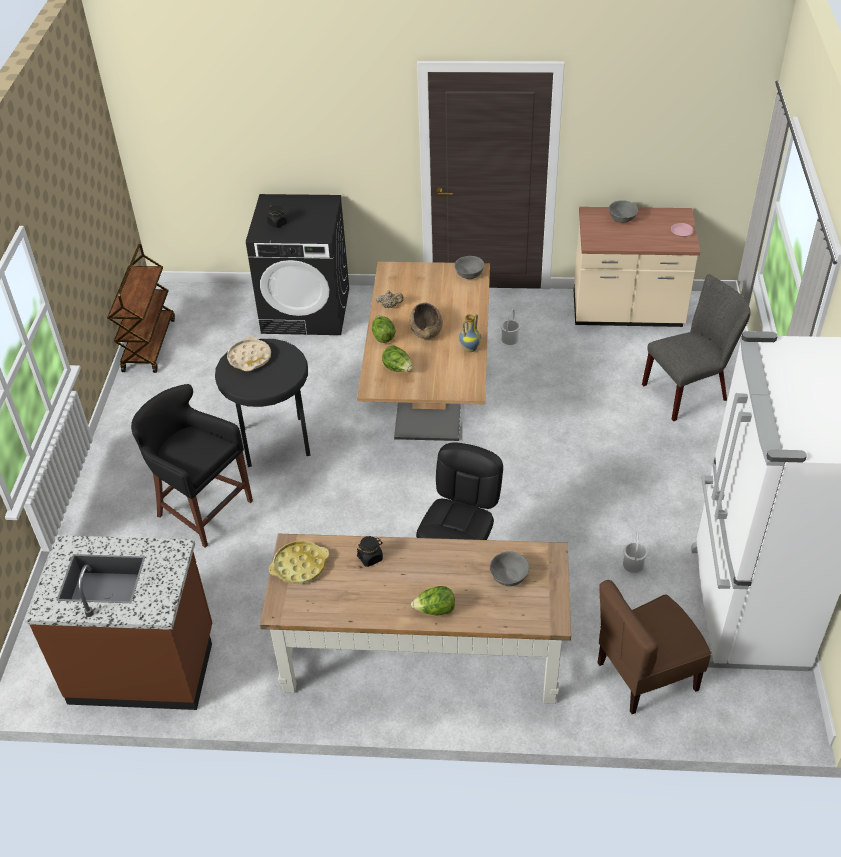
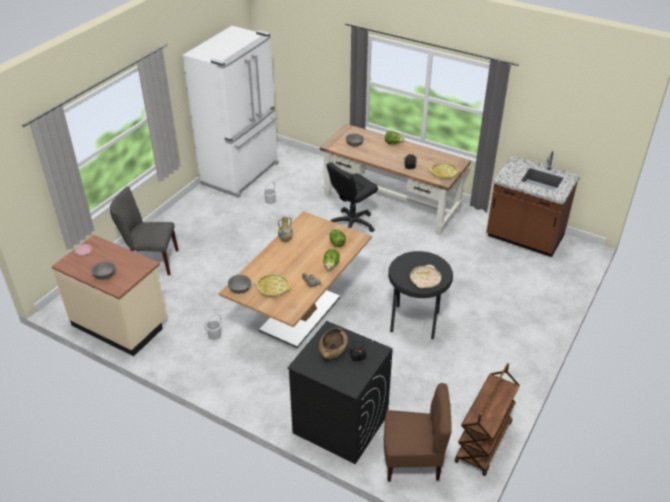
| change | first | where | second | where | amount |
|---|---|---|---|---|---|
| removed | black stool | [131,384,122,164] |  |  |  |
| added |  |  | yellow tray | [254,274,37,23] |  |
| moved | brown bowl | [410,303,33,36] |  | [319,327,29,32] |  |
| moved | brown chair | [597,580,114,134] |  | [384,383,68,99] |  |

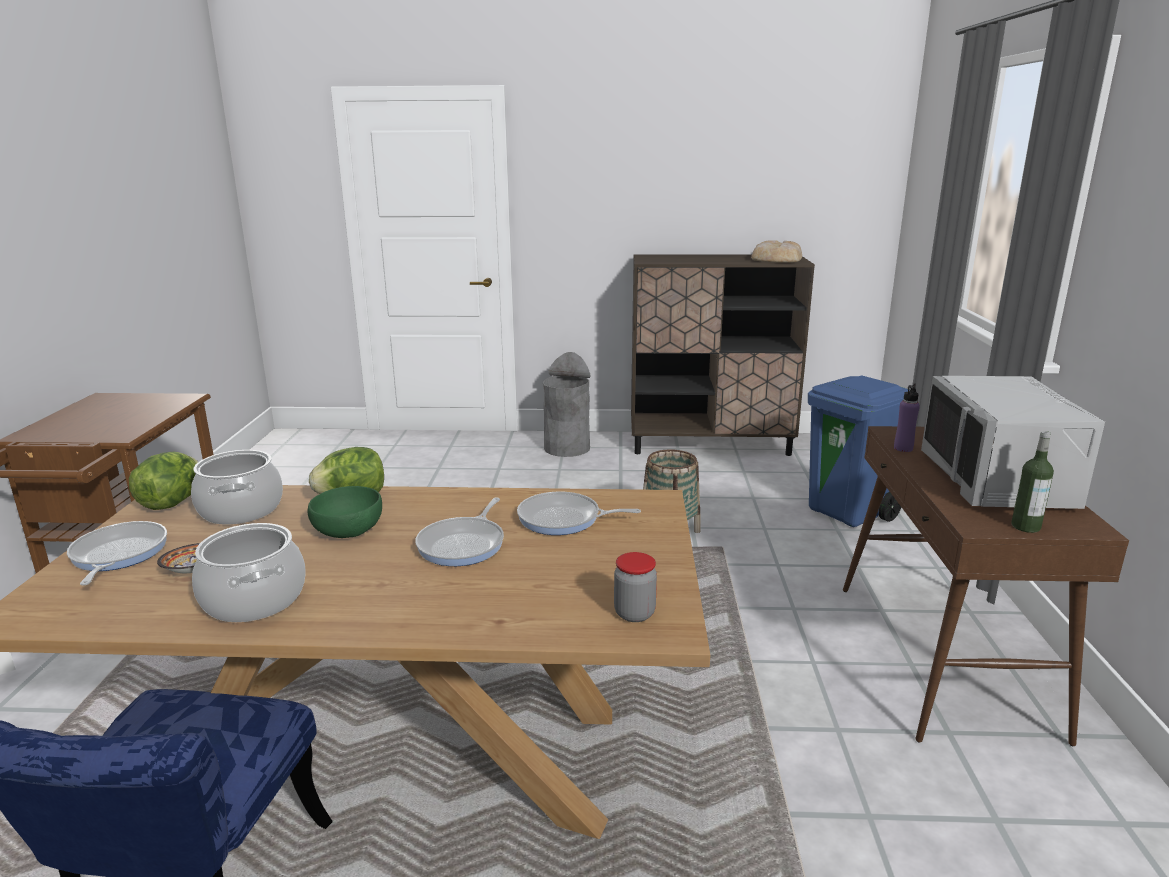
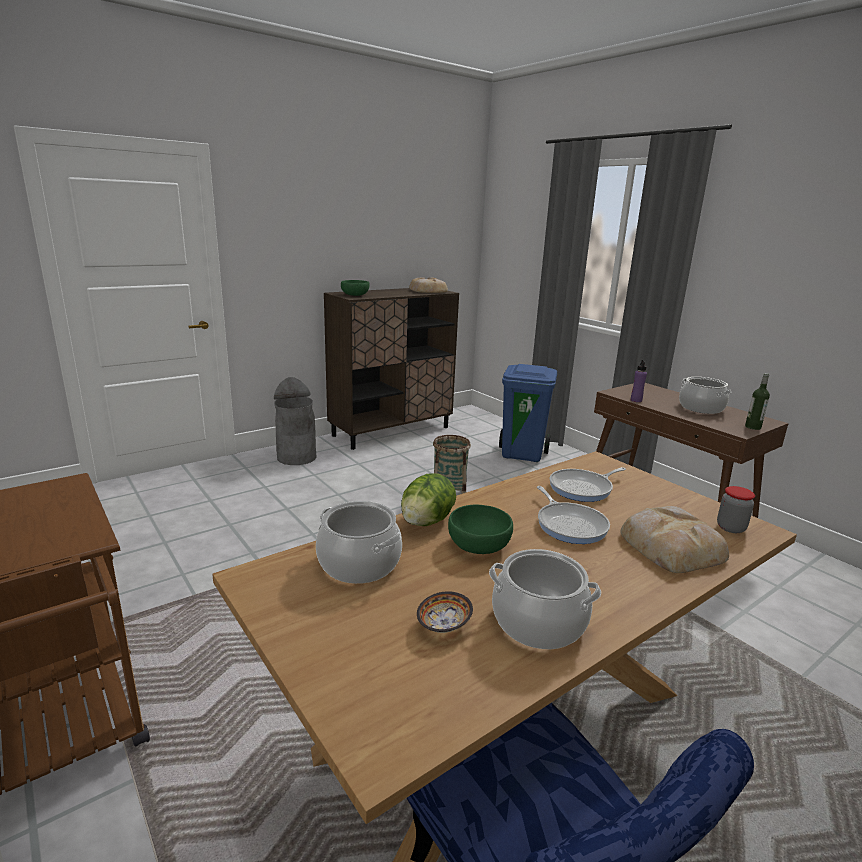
| change | first | where | second | where | amount |
|---|---|---|---|---|---|
| removed | frying pan | [67,521,100,64] |  |  |  |
| removed | lettuce | [129,452,69,58] |  |  |  |
| added |  |  | green bowl | [341,280,29,16] |  |
| added |  |  | bread | [620,506,109,67] |  |
| replaced | grey microwave | [921,376,184,133] | cooking pot | [679,377,52,37] |  |

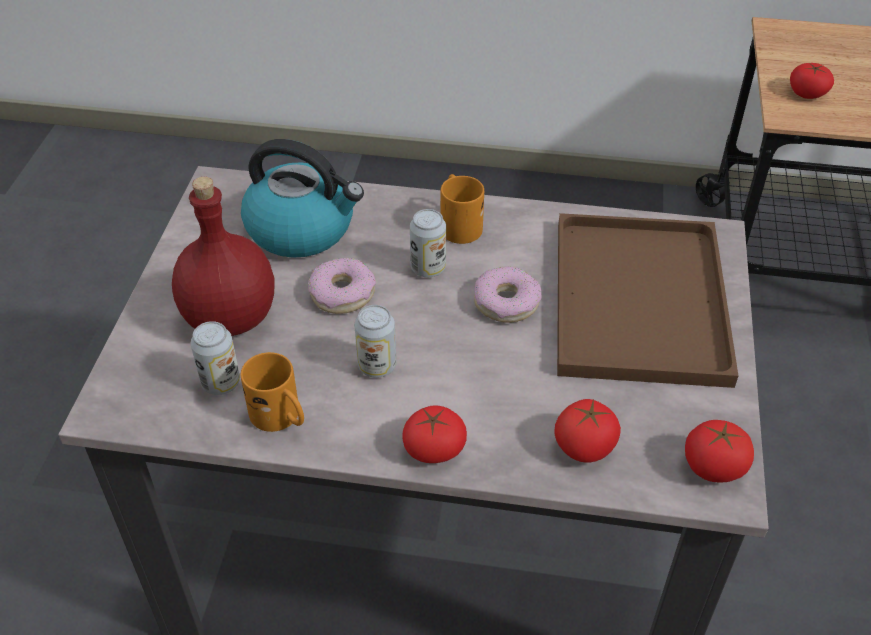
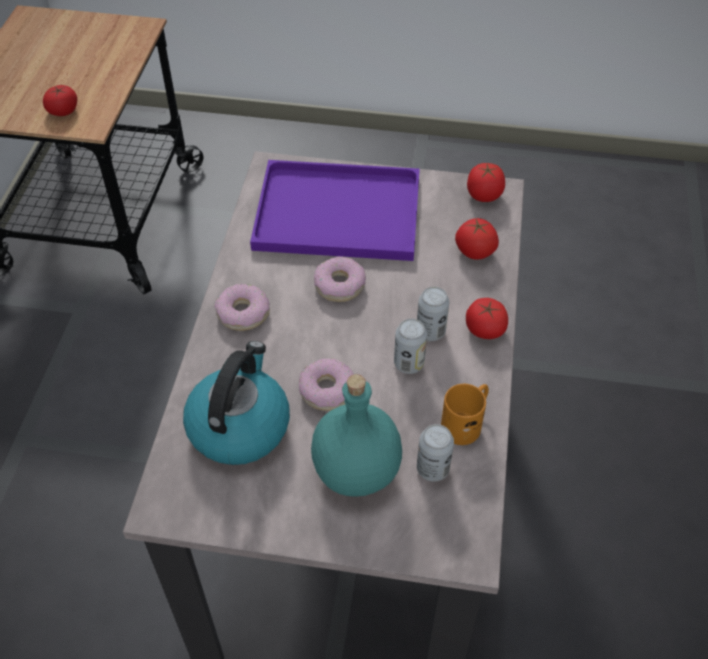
| change | first | where | second | where | amount |
|---|---|---|---|---|---|
| moved | can | [410,209,36,68] |  | [417,287,32,54] |  |
| replaced | orange mug | [440,174,44,70] | donut | [214,284,56,47] |  |
| recoloured | red bottle | [172,177,102,159] | turquoise bottle | [311,374,91,123] |  |
| recoloured | brown tray | [557,213,181,175] | purple tray | [250,160,170,101] |  |

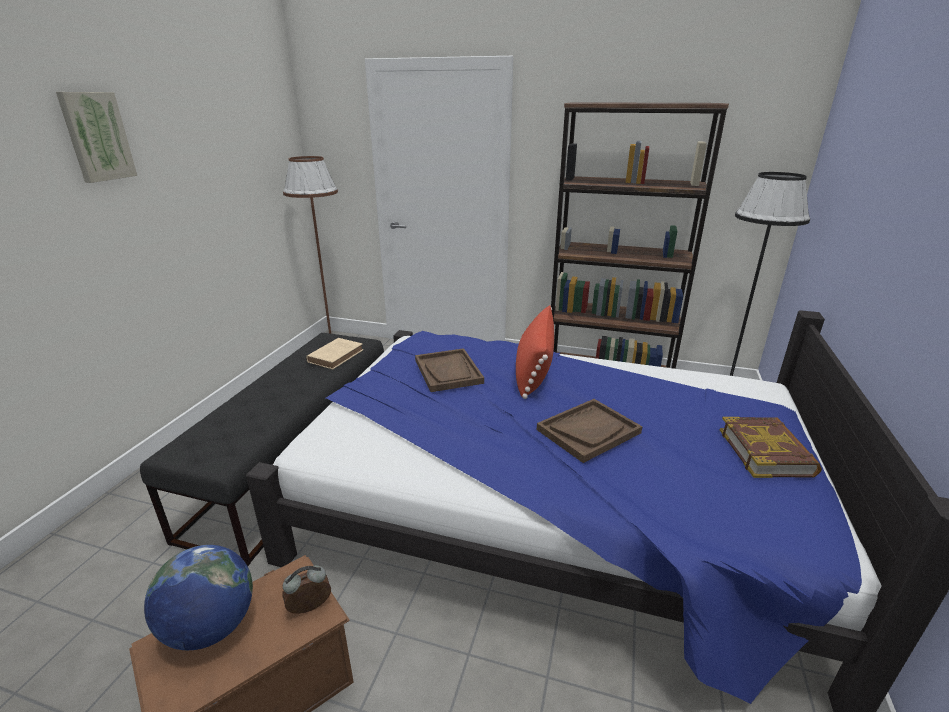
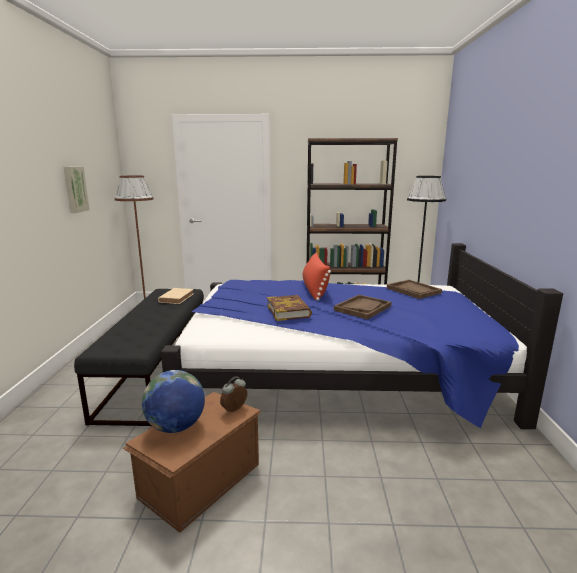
| change | first | where | second | where | amount |
|---|---|---|---|---|---|
| moved | picture | [56,92,81,91] |  | [63,167,27,46] |  |
| moved | brown tray | [415,348,69,44] |  | [387,280,55,19] |  |
| moved | book | [720,417,102,61] |  | [267,295,45,26] |  |

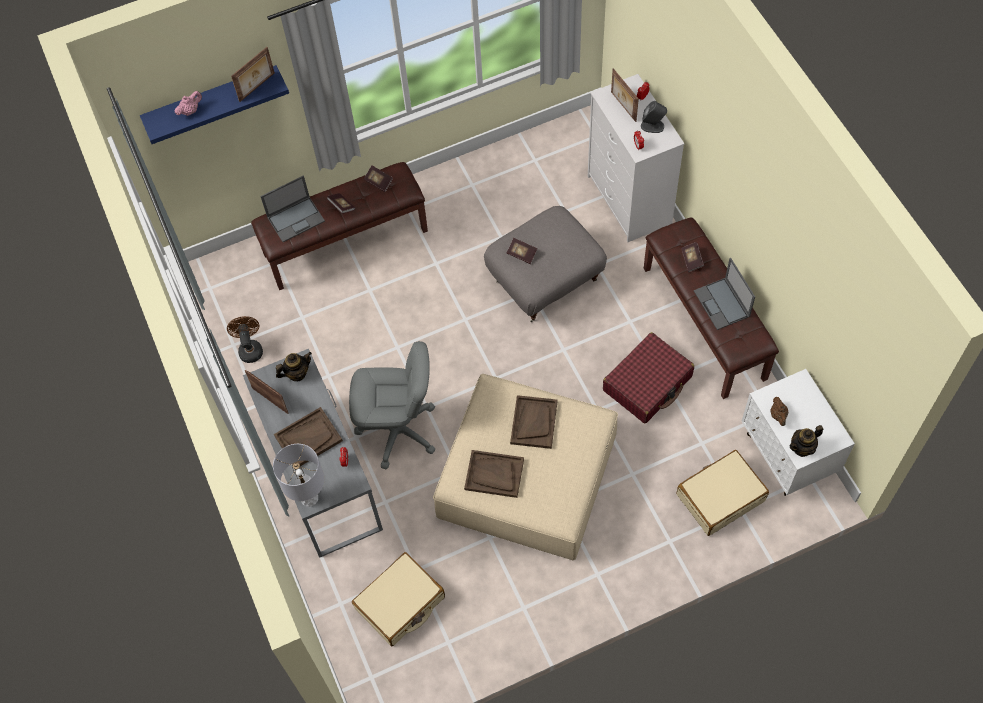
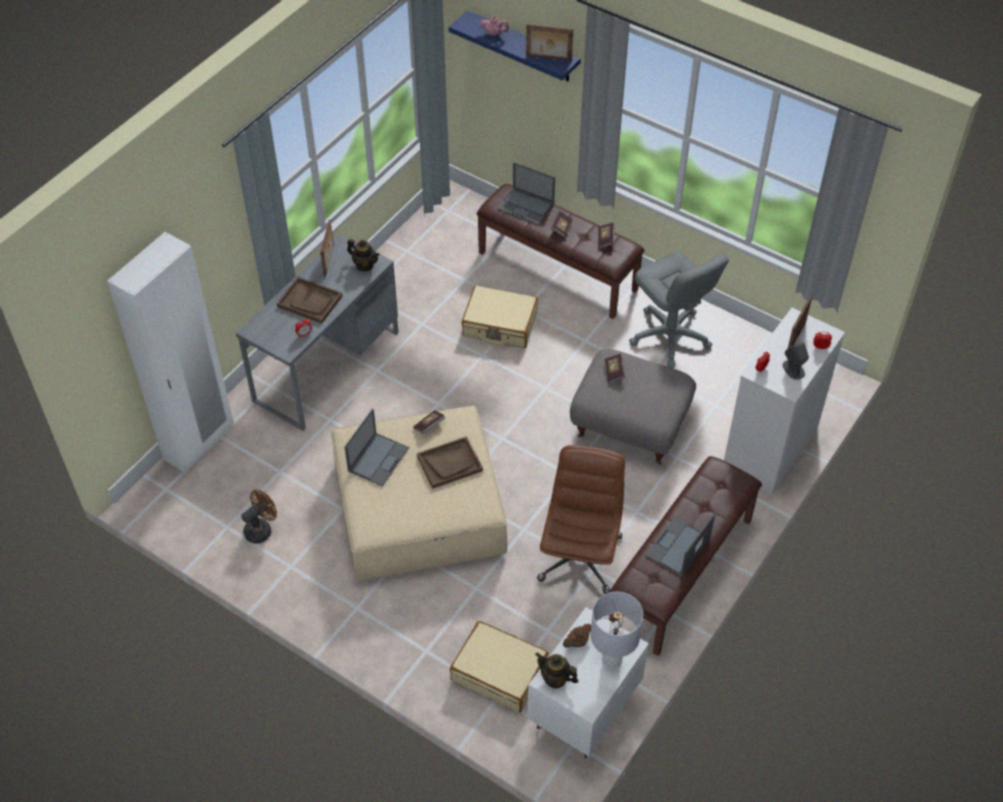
| change | first | where | second | where | amount |
|---|---|---|---|---|---|
| added |  |  | white wardrobe | [107,232,127,241] |  |
| moved | brown fan | [227,316,36,47] |  | [241,490,36,54] |  |
| moved | grey table lamp | [273,444,52,63] |  | [590,592,53,77] |  |
| moved | grey office chair | [349,341,86,128] |  | [629,252,100,116] |  |
| moved | beige suitcase | [352,552,93,94] |  | [462,285,76,63] |  |
| moved | book | [681,242,23,30] |  | [413,410,33,24] |  |
| replaced | brown tray | [464,450,60,48] | laptop | [345,409,64,77] |  |
| replaced | red suitcase | [603,332,91,91] | brown office chair | [537,445,88,149] |  |

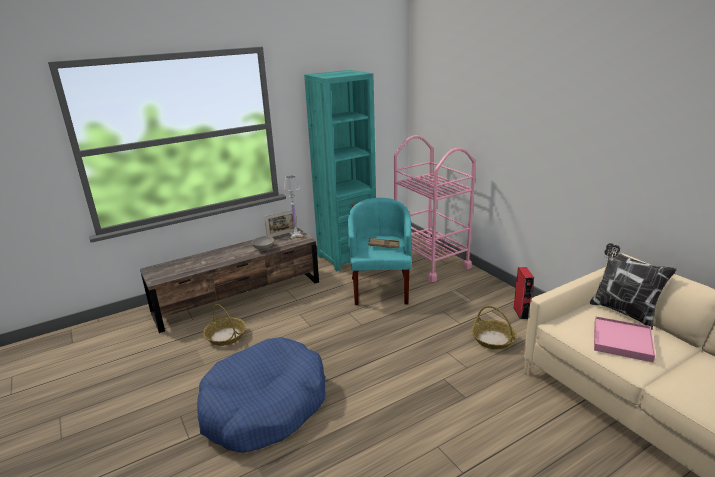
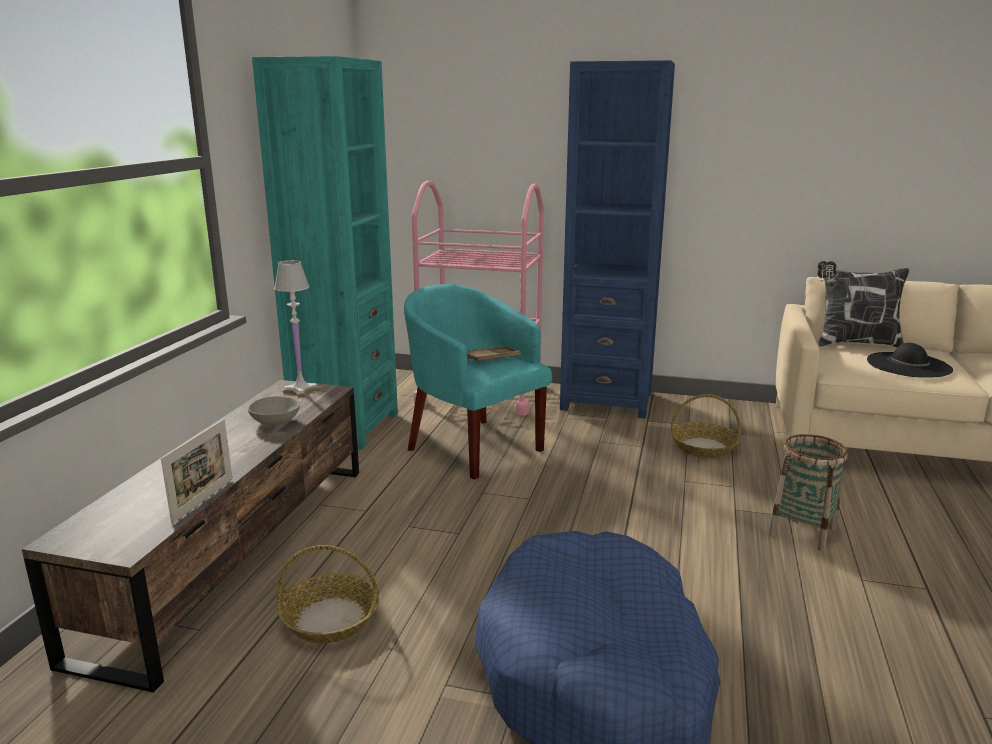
| change | first | where | second | where | amount |
|---|---|---|---|---|---|
| removed | red speaker | [513,267,21,53] |  |  |  |
| added |  |  | blue bookcase | [560,60,115,359] |  |
| added |  |  | basket | [768,434,80,117] |  |
| moved | picture frame | [264,209,34,28] |  | [161,419,71,105] |  |
| replaced | pink tray | [594,316,61,46] | black hat | [867,343,86,35] |  |

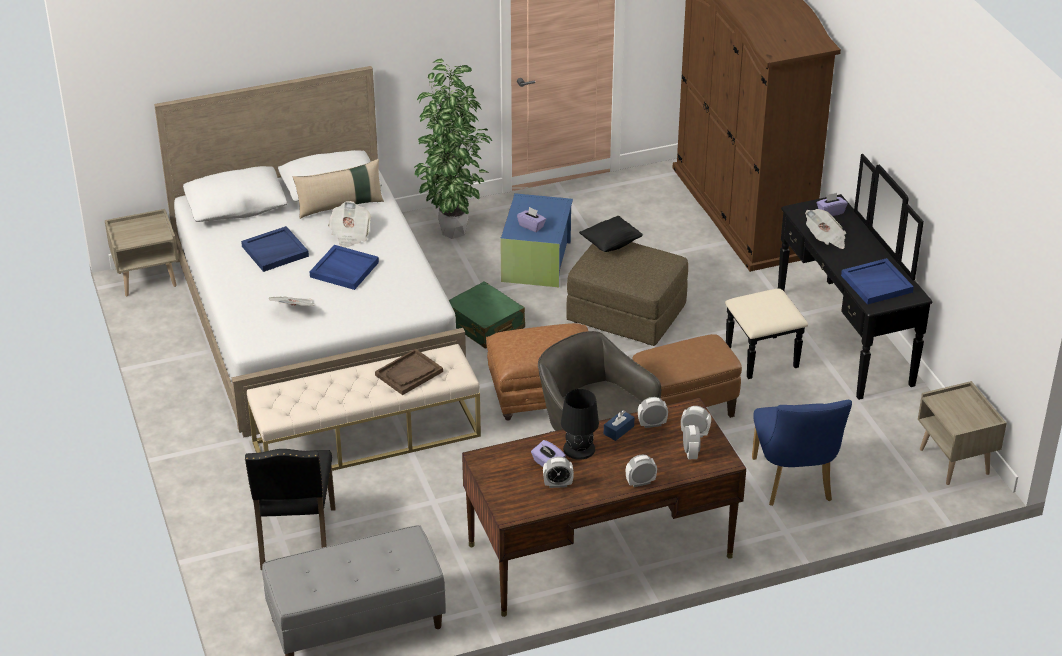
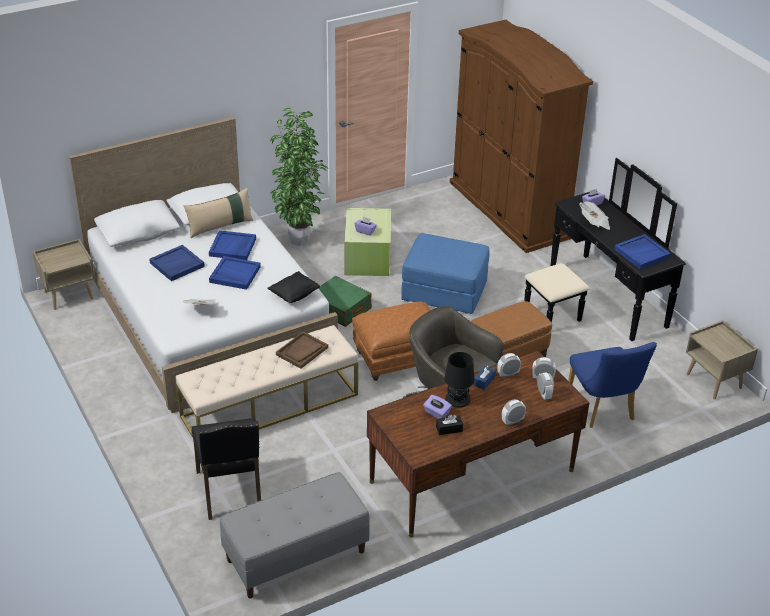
| change | first | where | second | where | amount |
|---|---|---|---|---|---|
| moved | black pillow | [579,216,64,36] |  | [267,271,53,32] |  |
| replaced | newspaper | [328,201,43,47] | blue tray | [209,230,47,30] |  |
| replaced | alarm clock | [543,456,31,32] | black tissue box | [436,415,27,20] |  |
| recoloured | blue storage box | [500,193,73,94] | green storage box | [344,208,47,68] |  |
| recoloured | brown ottoman | [566,242,122,104] | blue ottoman | [401,233,89,81] |  |

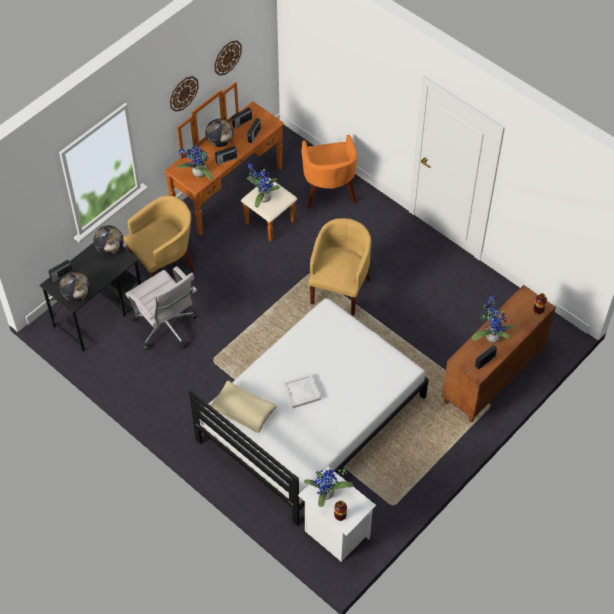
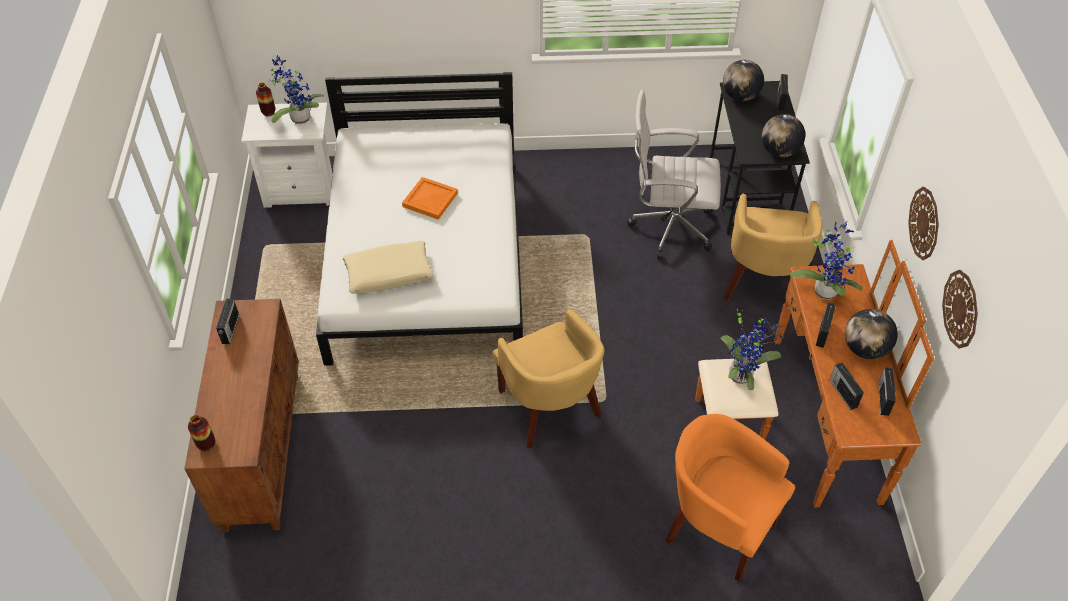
| change | first | where | second | where | amount |
|---|---|---|---|---|---|
| removed | potted plant | [472,294,43,49] |  |  |  |
| moved | beige pillow | [210,380,67,53] |  | [343,241,91,52] |  |
| recoloured | white tray | [283,373,38,35] | orange tray | [402,177,56,43] |  |

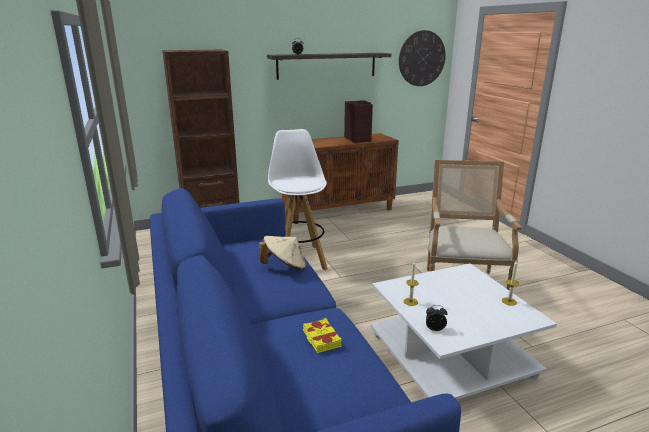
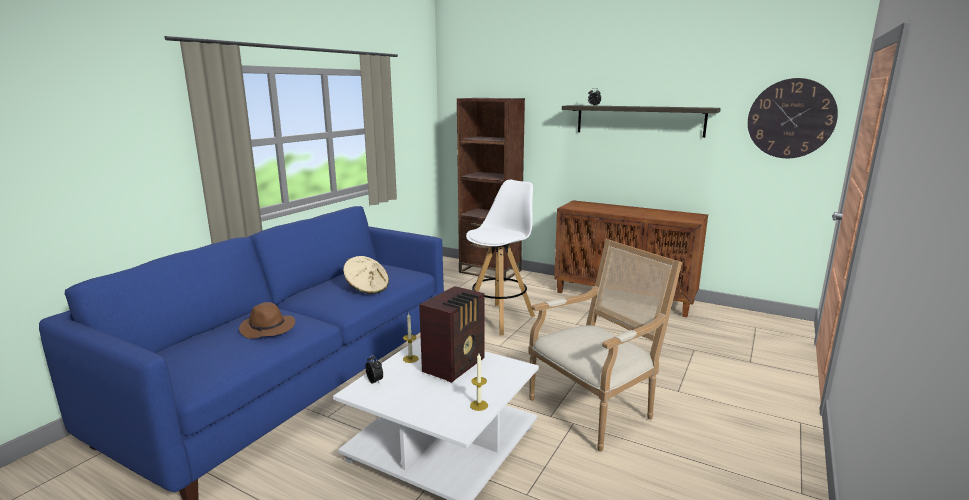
| change | first | where | second | where | amount |
|---|---|---|---|---|---|
| moved | radio | [344,100,29,43] |  | [419,286,66,97] |  |
| replaced | yellow book | [303,318,39,35] | brown hat | [239,302,56,37] |  |

